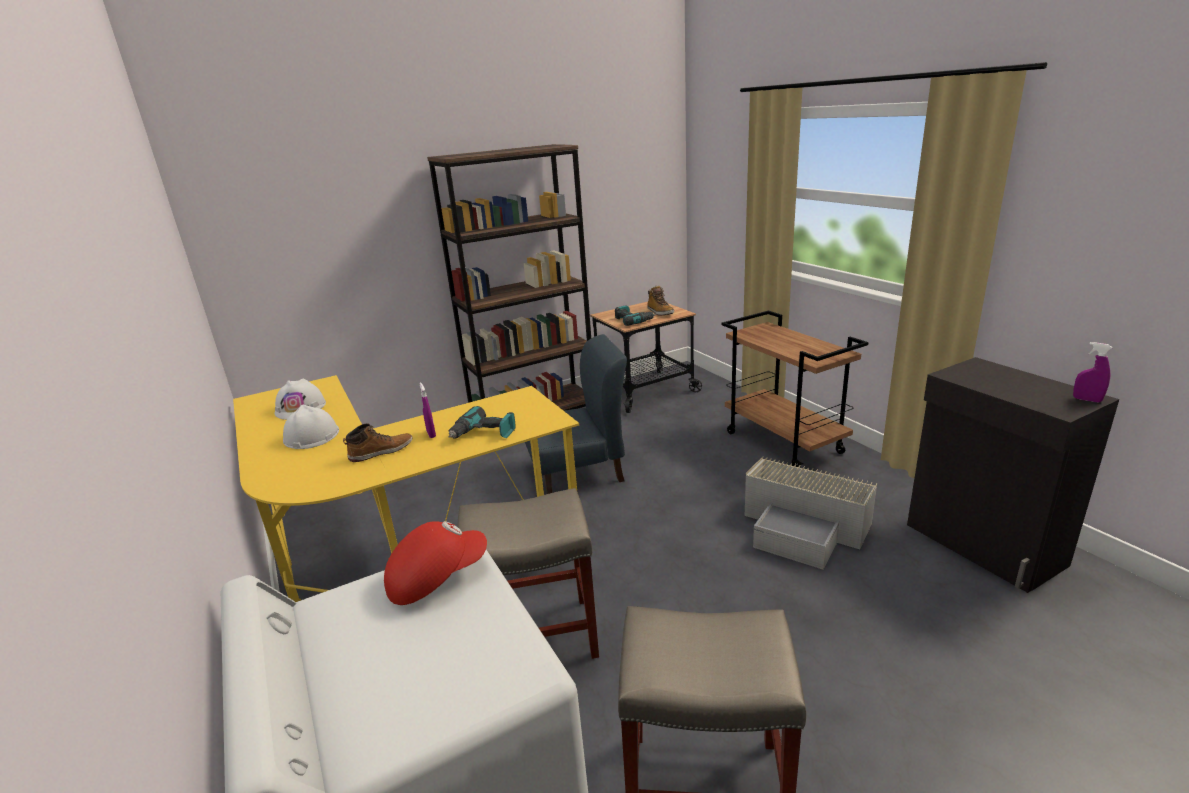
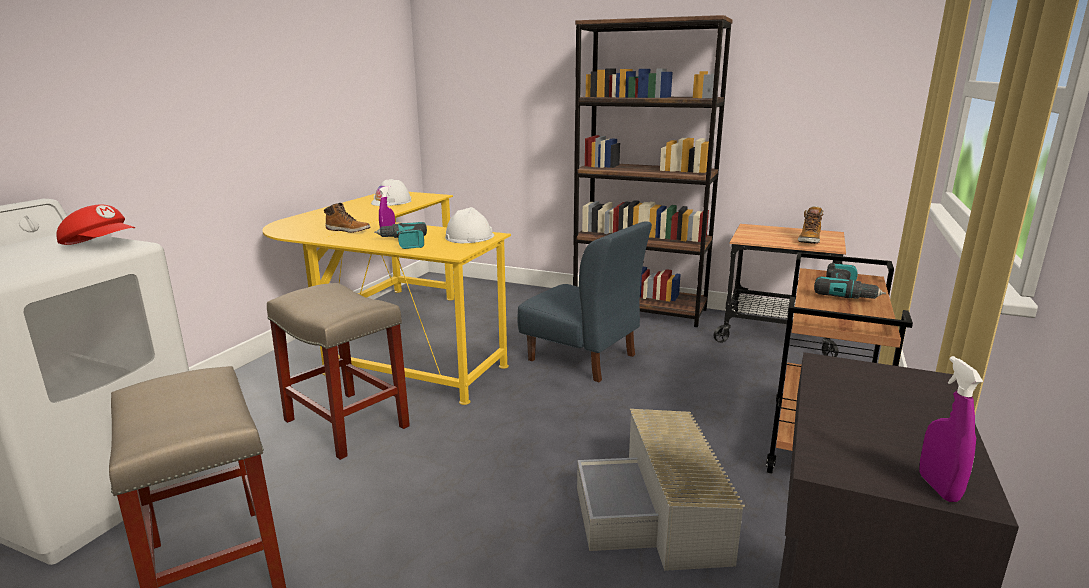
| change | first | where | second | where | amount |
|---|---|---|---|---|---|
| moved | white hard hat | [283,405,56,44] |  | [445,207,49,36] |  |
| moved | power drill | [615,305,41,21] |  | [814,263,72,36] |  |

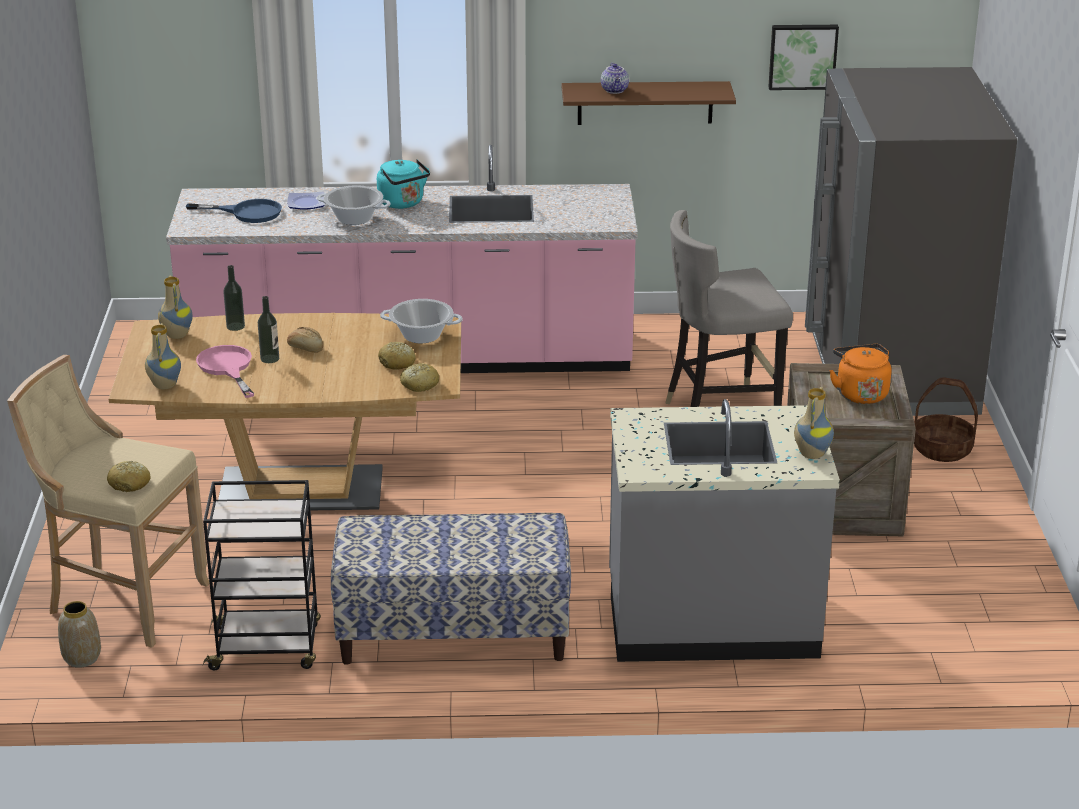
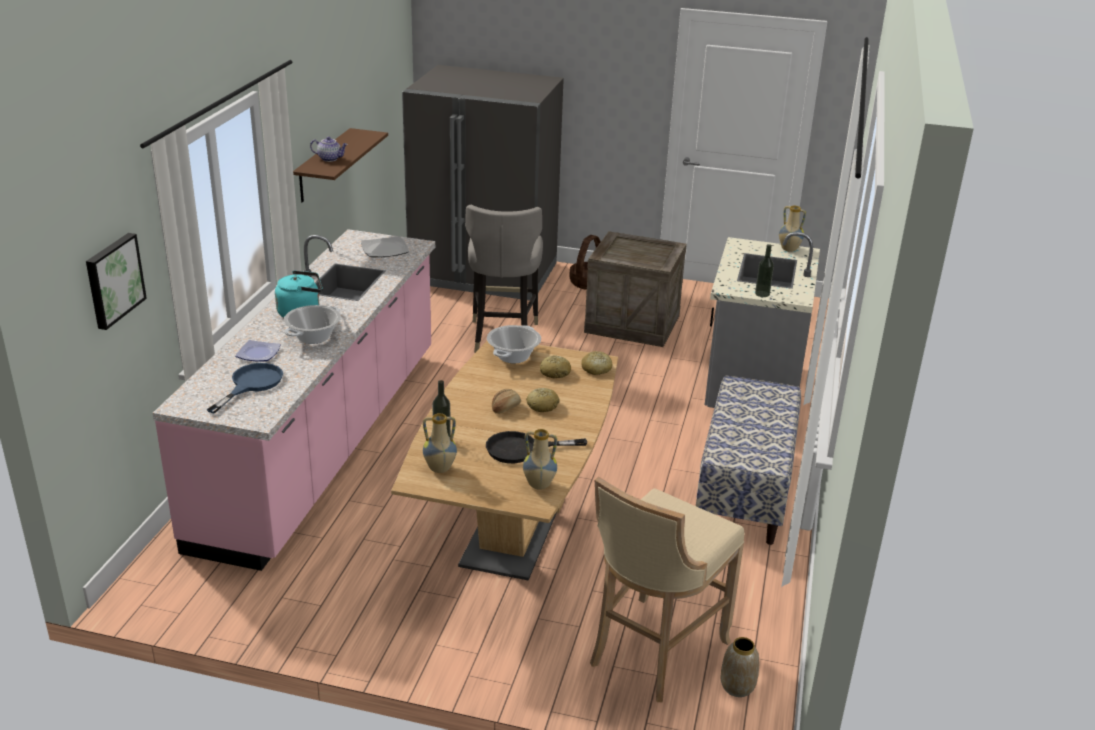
| change | first | where | second | where | amount |
|---|---|---|---|---|---|
| removed | black cart | [203,480,118,190] |  |  |  |
| removed | orange kettle | [829,344,62,60] |  |  |  |
| added |  |  | plate | [361,236,48,21] |  |
| moved | bread | [107,461,44,31] |  | [526,388,34,24] |  |
| moved | bottle | [258,296,21,67] |  | [755,244,19,53] |  |
| moved | picture | [768,25,71,65] |  | [86,233,61,97] |  |
| recoloured | pink frying pan | [196,345,58,53] | black frying pan | [486,431,101,32] |  |

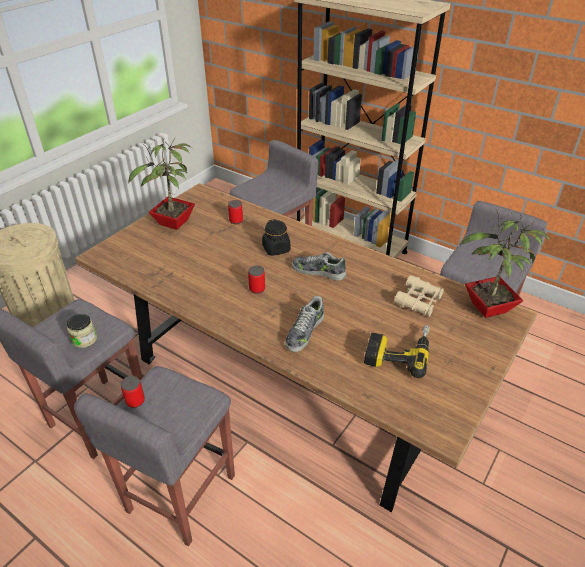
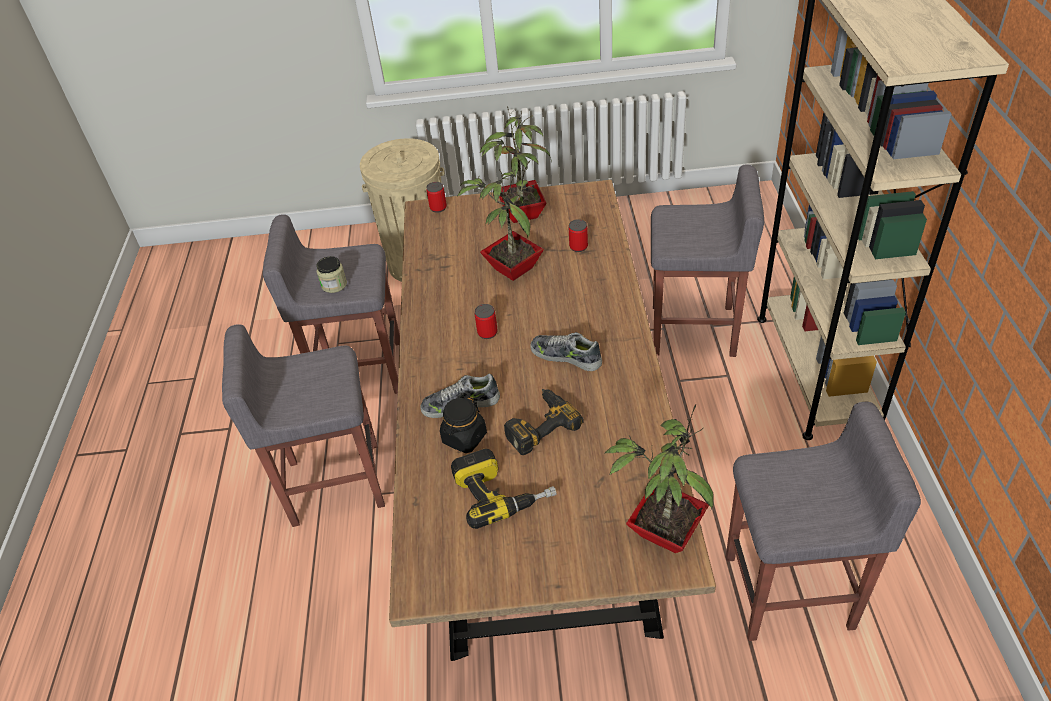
| change | first | where | second | where | amount |
|---|---|---|---|---|---|
| removed | beige binoculars | [394,275,50,42] |  |  |  |
| added |  |  | potted plant | [457,161,87,120] |  |
| added |  |  | power drill | [504,389,80,66] |  |
| moved | can | [121,376,24,32] |  | [426,182,21,31] |  |
| moved | black jar | [262,219,28,37] |  | [440,395,47,58] |  |
| turned | shoe | [292,252,54,29] |  | [530,332,72,39] | 45 degrees counterclockwise |

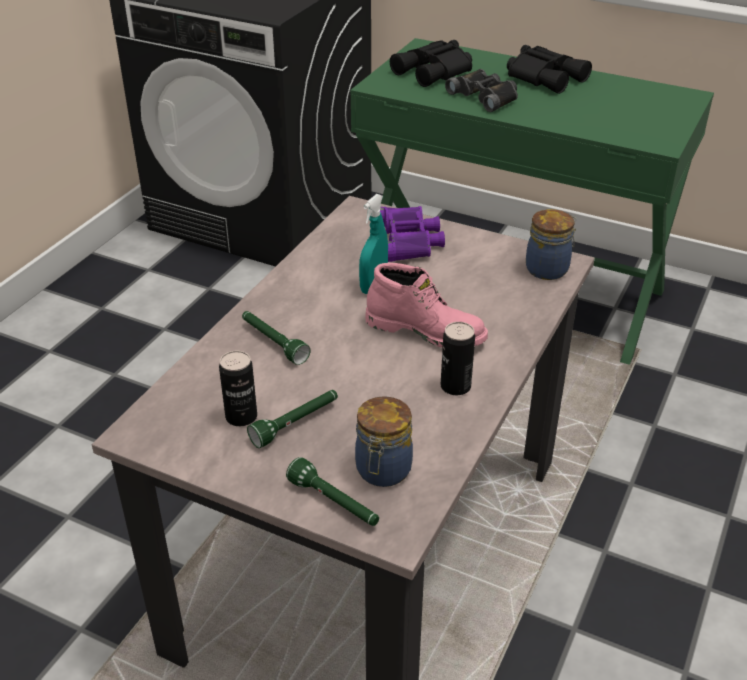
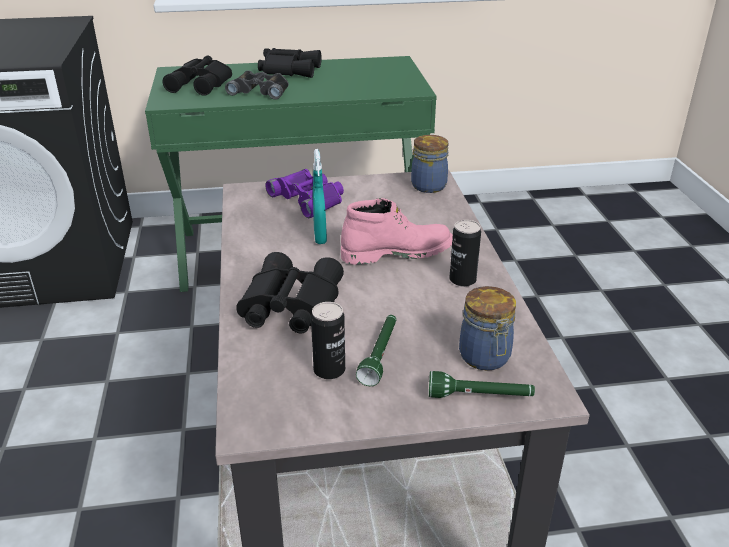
| change | first | where | second | where | amount |
|---|---|---|---|---|---|
| replaced | green flashlight | [242,311,69,54] | black binoculars | [236,252,108,81] |  |

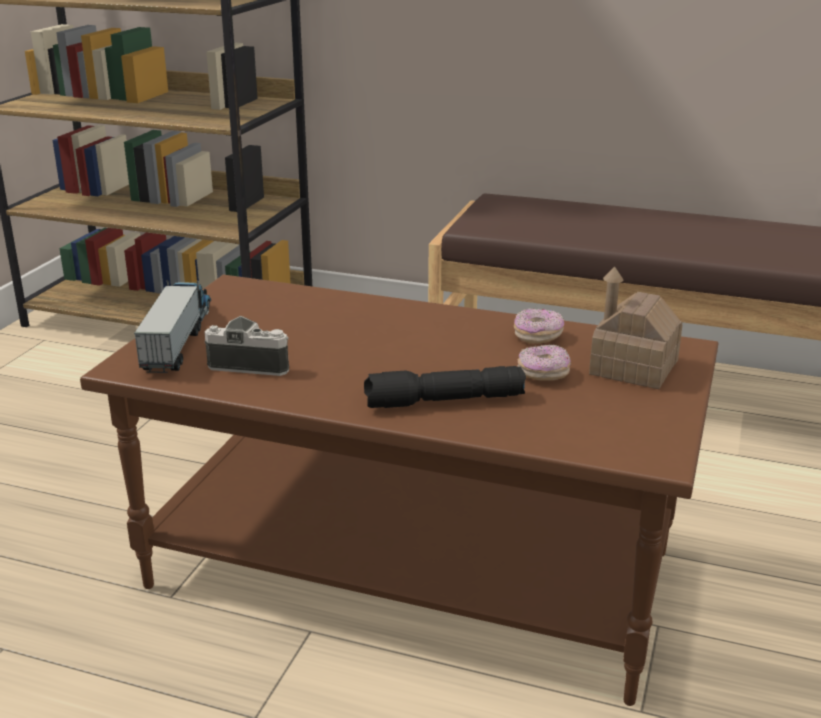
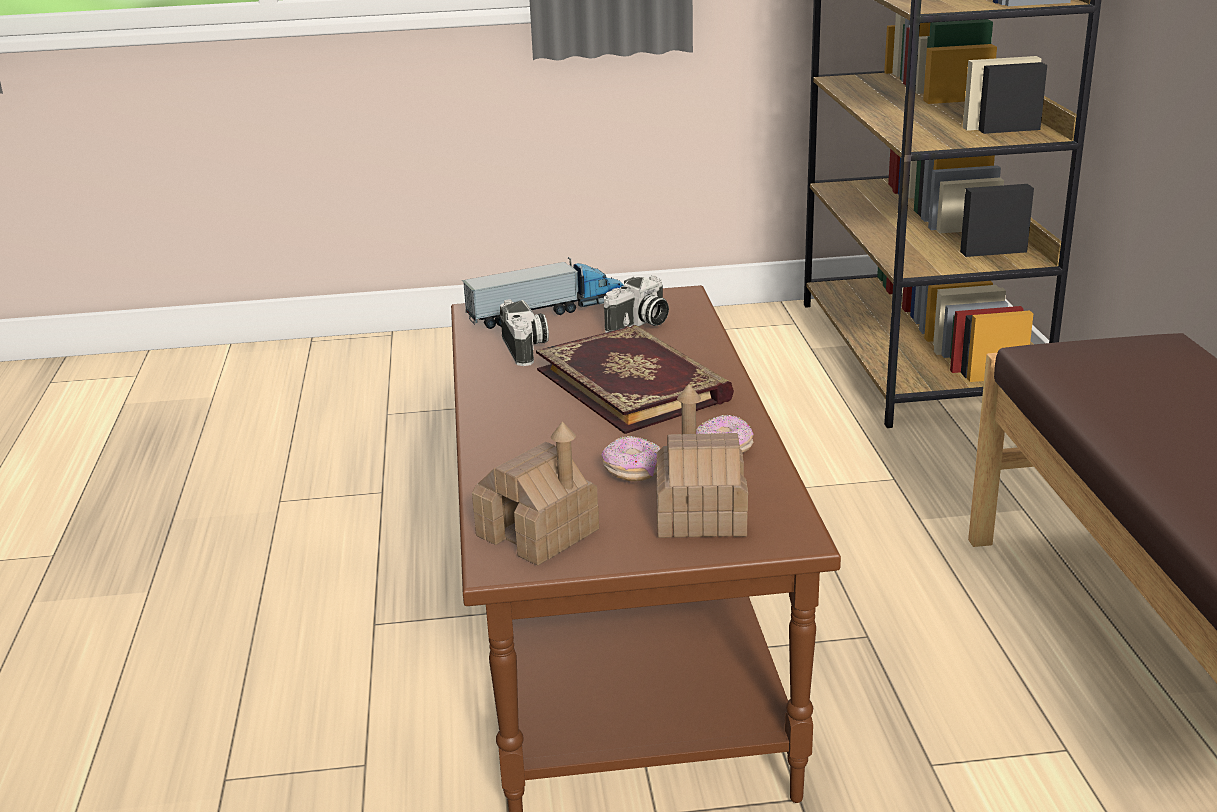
| change | first | where | second | where | amount |
|---|---|---|---|---|---|
| removed | black flashlight | [364,366,162,42] |  |  |  |
| added |  |  | toy house | [472,421,127,145] |  |
| added |  |  | book | [536,325,198,109] |  |
| added |  |  | photo camera | [604,275,65,58] |  |

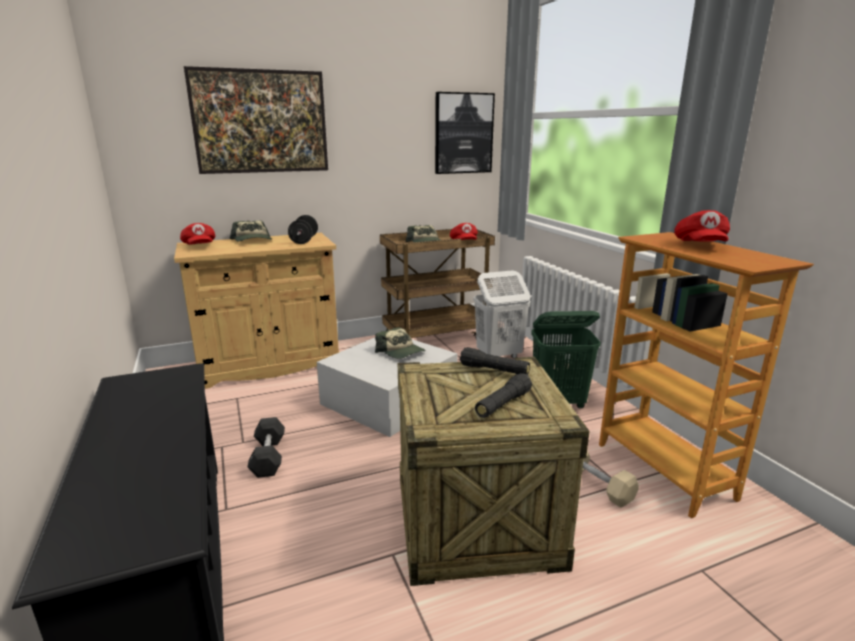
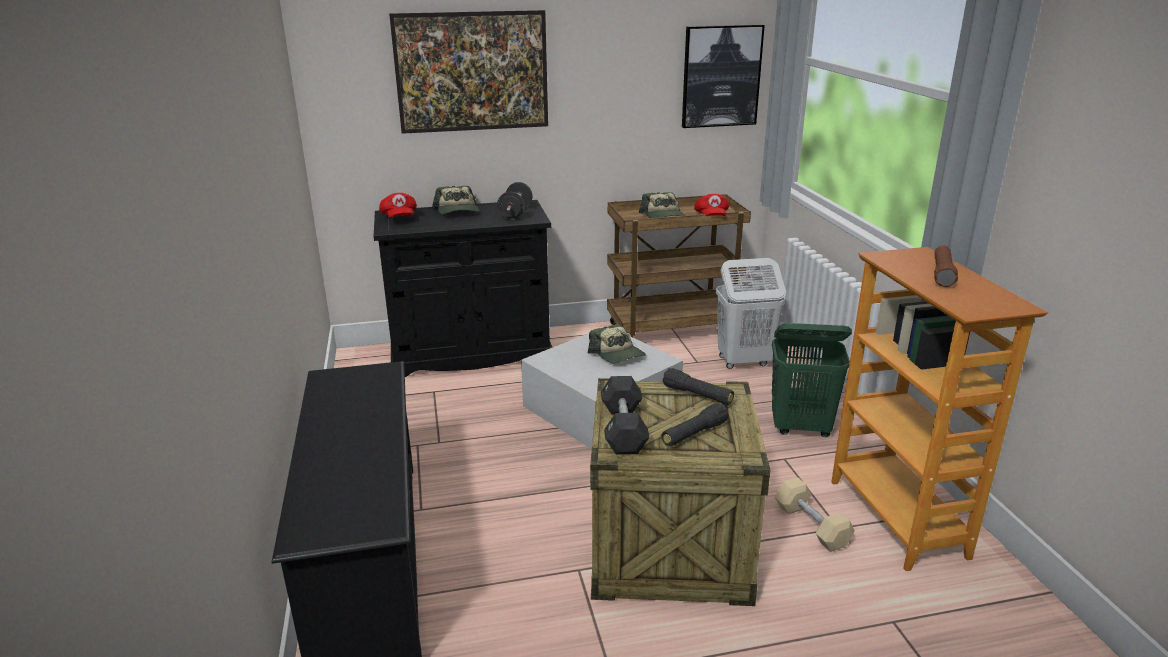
| change | first | where | second | where | amount |
|---|---|---|---|---|---|
| moved | black dumbbell | [247,417,38,61] |  | [601,376,49,78] |  |
| replaced | red cap | [674,210,56,32] | brown flashlight | [934,245,24,42] |  |
| recoloured | beige cabinet | [174,233,165,156] | black cabinet | [374,200,178,177] |  |

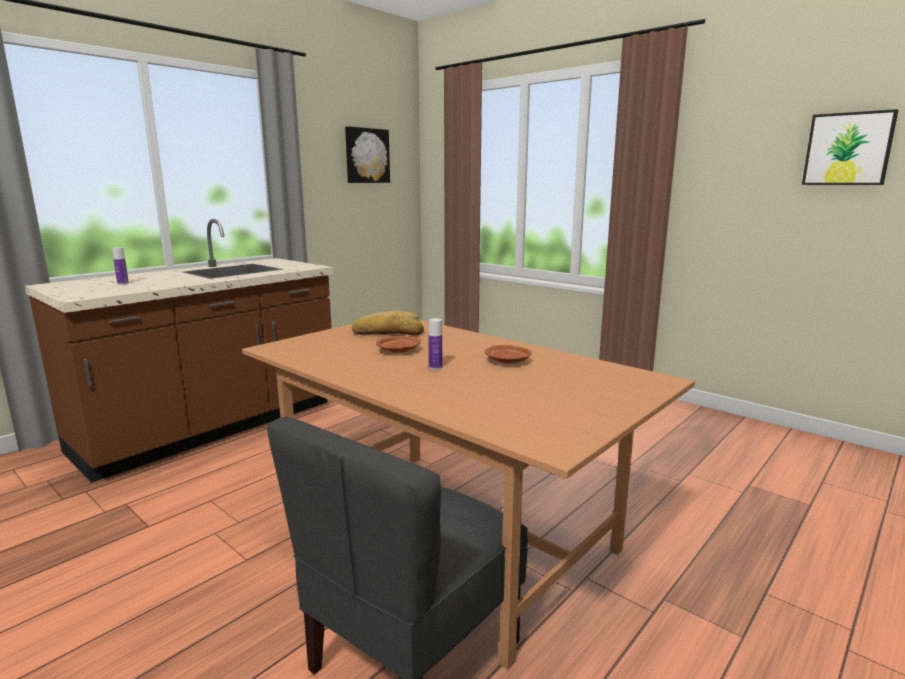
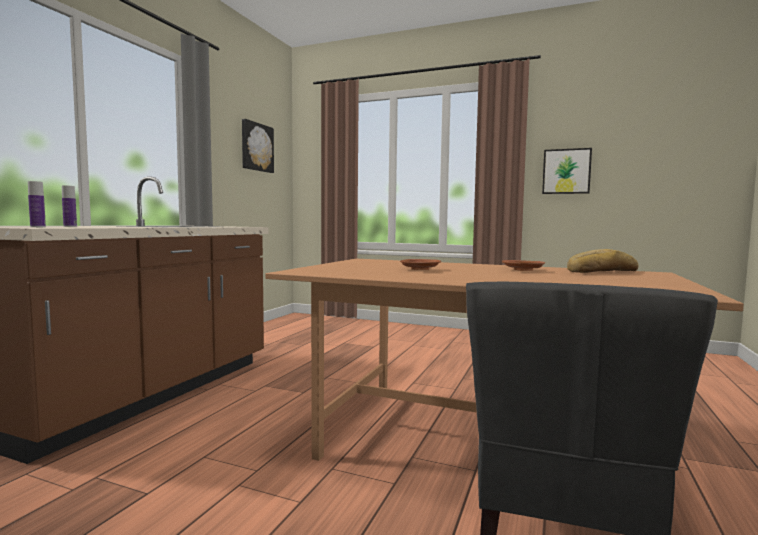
| change | first | where | second | where | amount |
|---|---|---|---|---|---|
| moved | bread | [352,311,72,24] |  | [567,249,71,24] |  |
| moved | bottle | [428,318,14,52] |  | [28,181,18,46] |  |
| moved | picture | [802,109,96,76] |  | [542,148,50,46] |  |

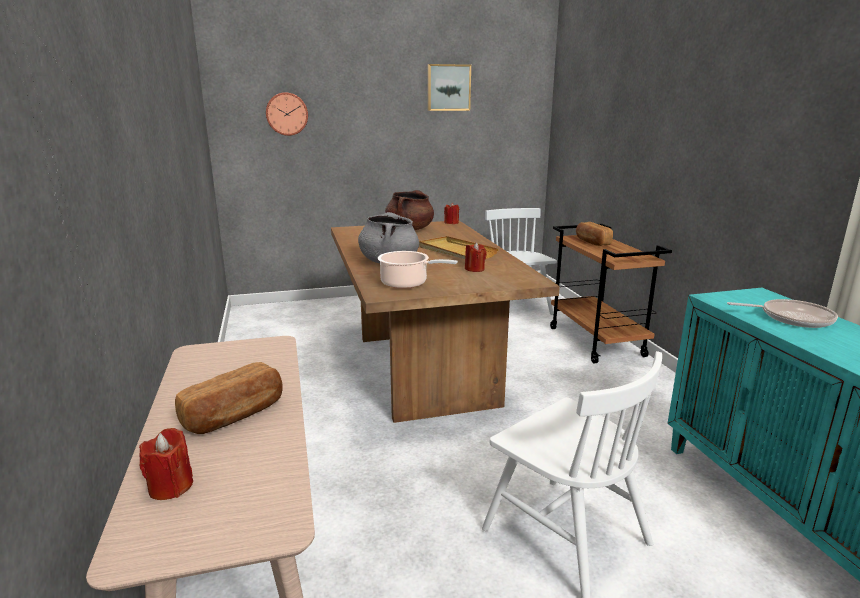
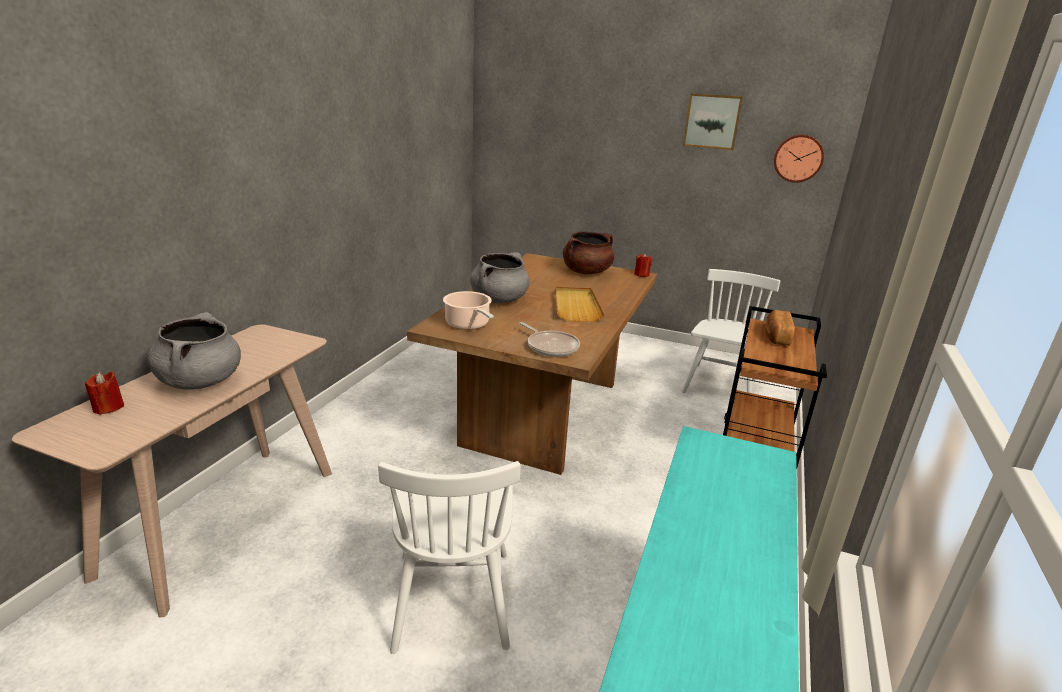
| change | first | where | second | where | amount |
|---|---|---|---|---|---|
| removed | red candle | [465,242,22,30] |  |  |  |
| moved | wall clock | [266,92,42,44] |  | [774,134,50,49] |  |
| moved | frying pan | [727,299,111,29] |  | [519,322,61,35] |  |
| replaced | bread | [175,362,108,72] | grey cooking pot | [148,312,93,78] |  |

